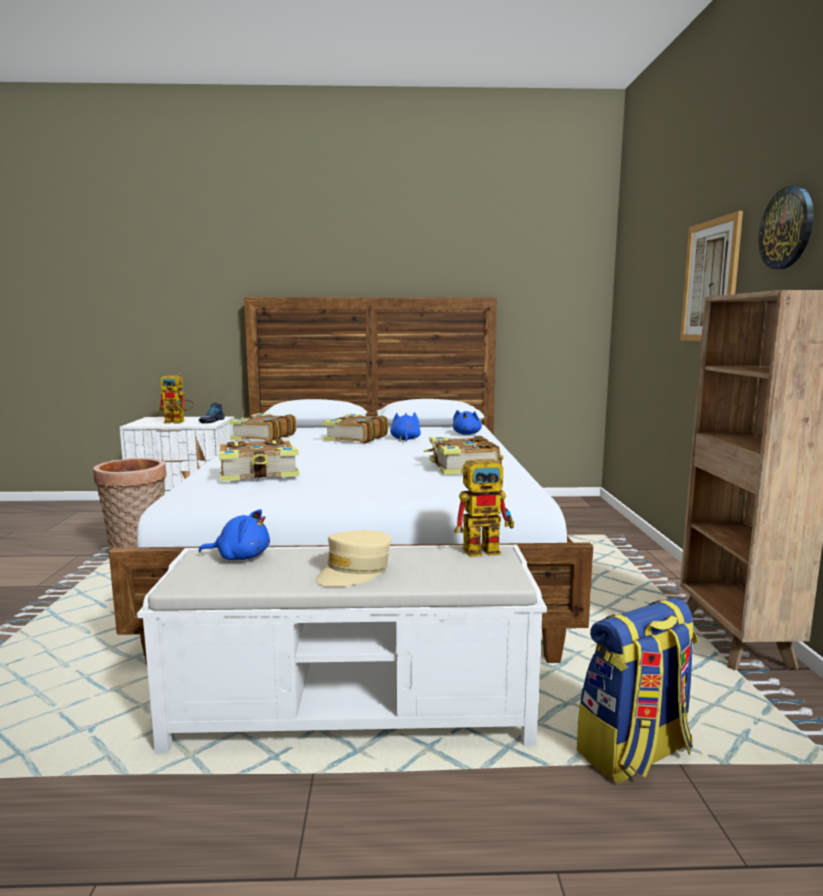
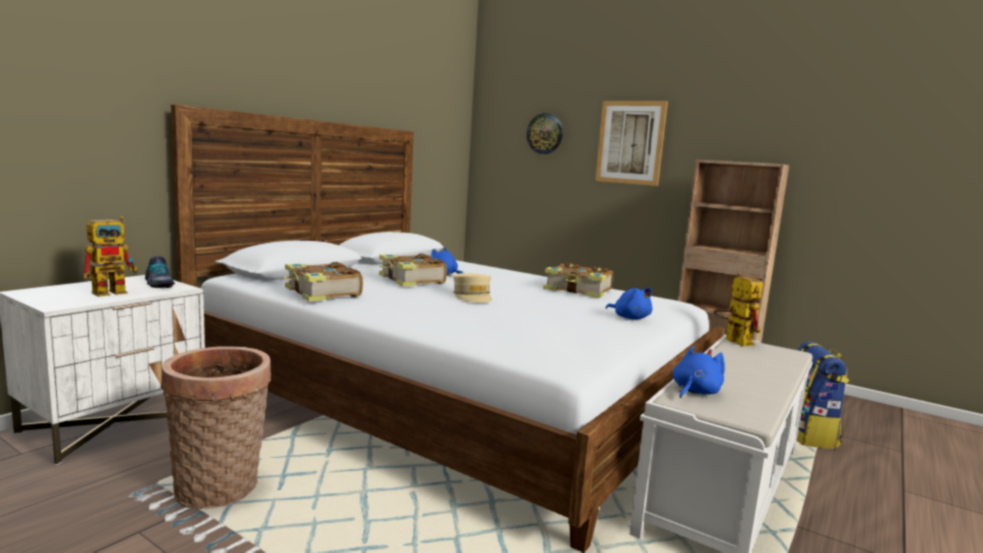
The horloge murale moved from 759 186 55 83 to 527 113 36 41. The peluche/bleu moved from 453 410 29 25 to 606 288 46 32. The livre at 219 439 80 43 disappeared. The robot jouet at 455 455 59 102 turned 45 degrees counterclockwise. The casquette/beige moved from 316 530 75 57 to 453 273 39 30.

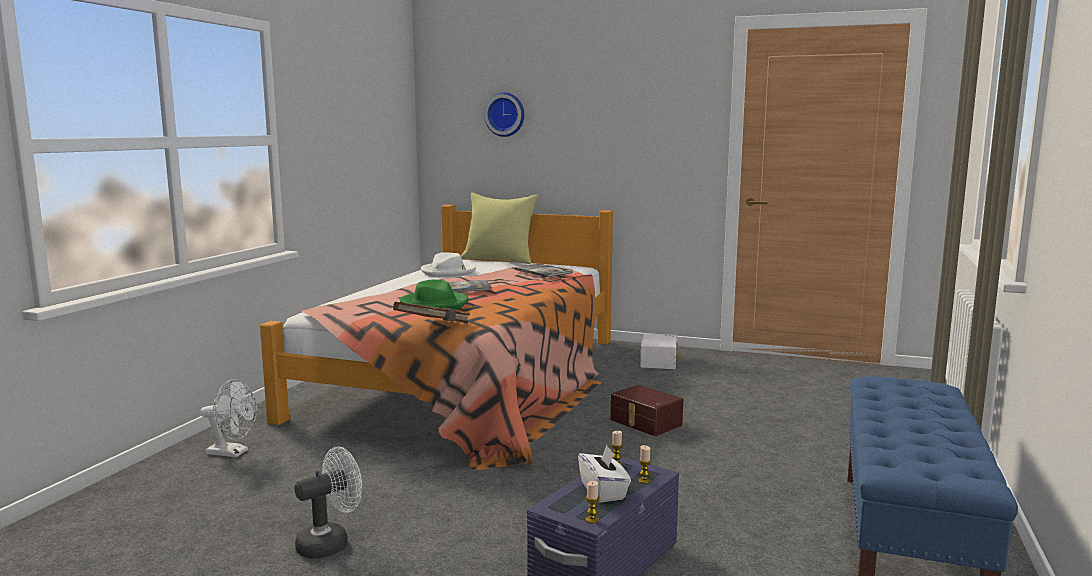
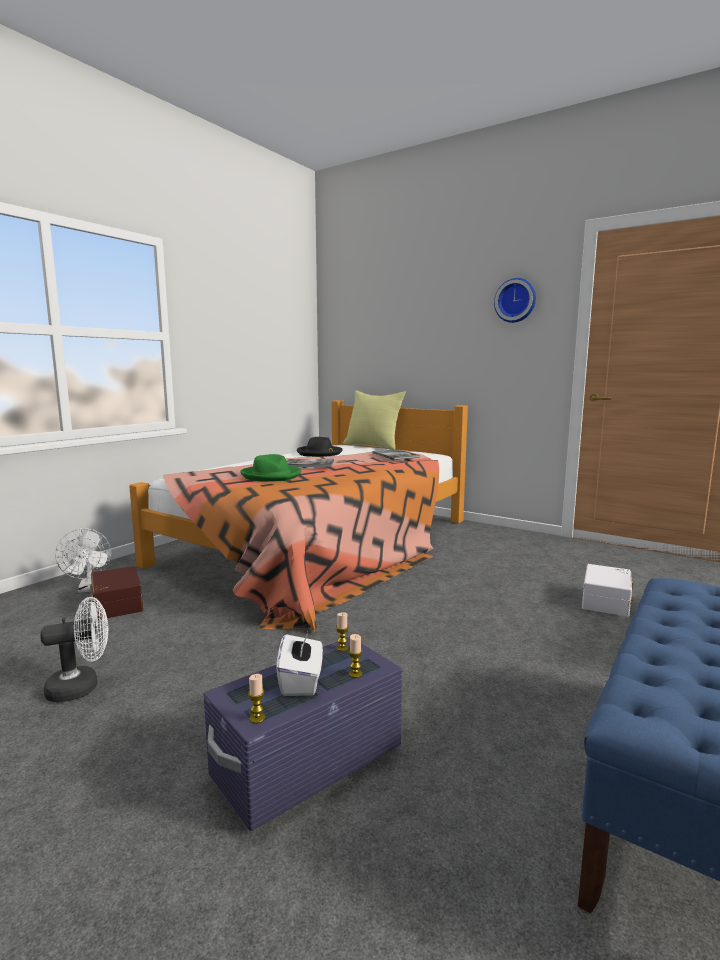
The horloge murale moved from 484 92 40 45 to 494 278 42 45. The chapeau/blanc at 421 252 55 25 became the chapeau/noir at 297 437 46 20. The livre/marron at 393 302 77 22 disappeared. The boîte de rangement/blanc moved from 640 333 39 36 to 582 564 52 53. The ventilateur/blanc at 200 379 57 78 turned 45 degrees clockwise. The boîte de rangement/marron moved from 610 385 73 51 to 89 566 54 54.

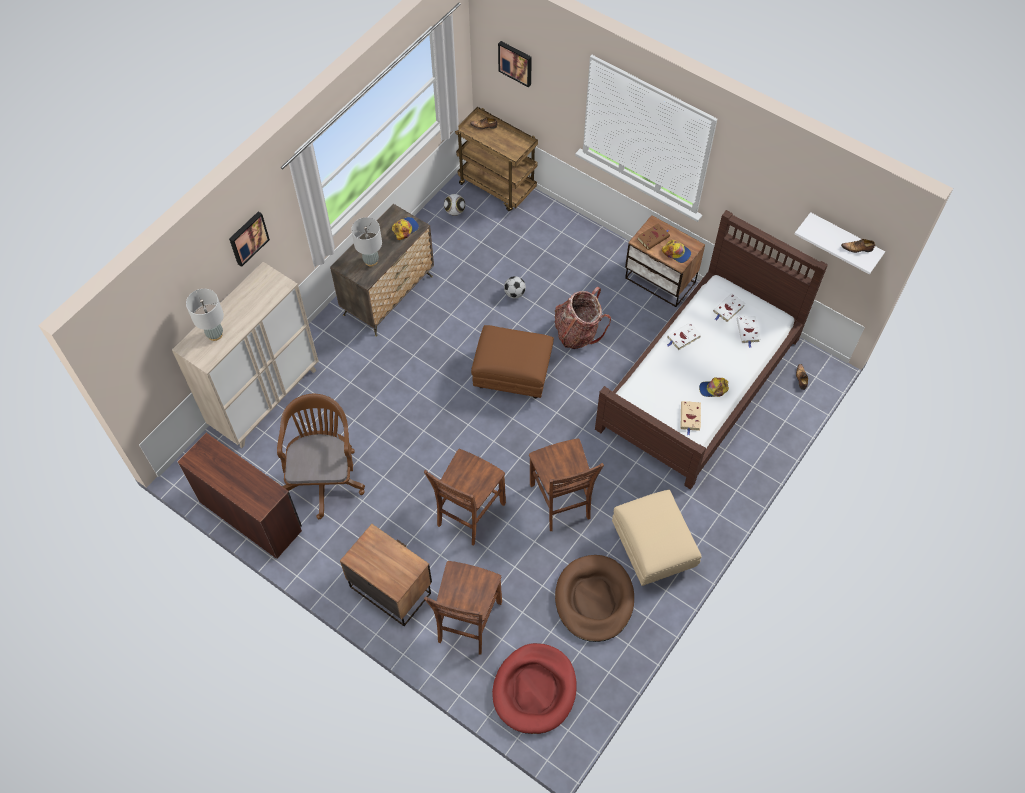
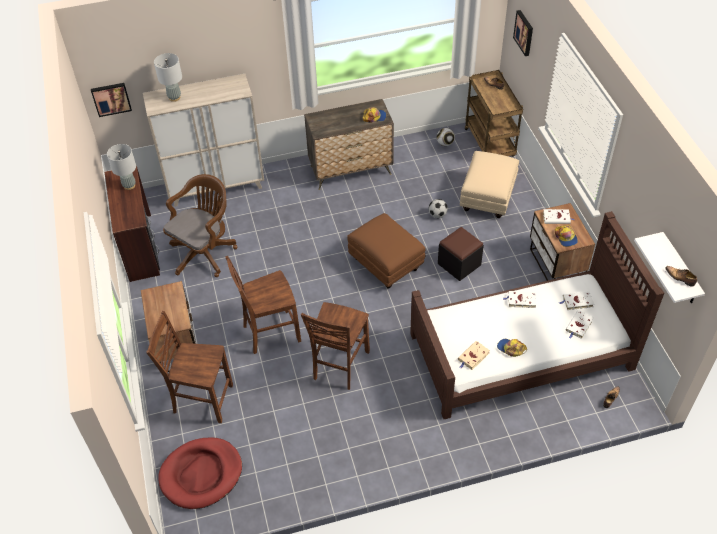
The tableau moved from 229 212 41 55 to 91 83 41 34. The lampe de table/gris moved from 351 217 31 49 to 107 144 29 46. The livre/marron at 637 223 33 27 became the livre/blanc at 543 209 31 15. The sac à dos at 554 287 57 62 was replaced by the pouf/noir at 438 227 46 54. The pouf/beige moved from 612 489 90 97 to 460 151 59 67. The panier pour chien/marron at 555 555 79 87 disappeared. The chaise/marron at 424 561 78 93 turned 45 degrees clockwise.

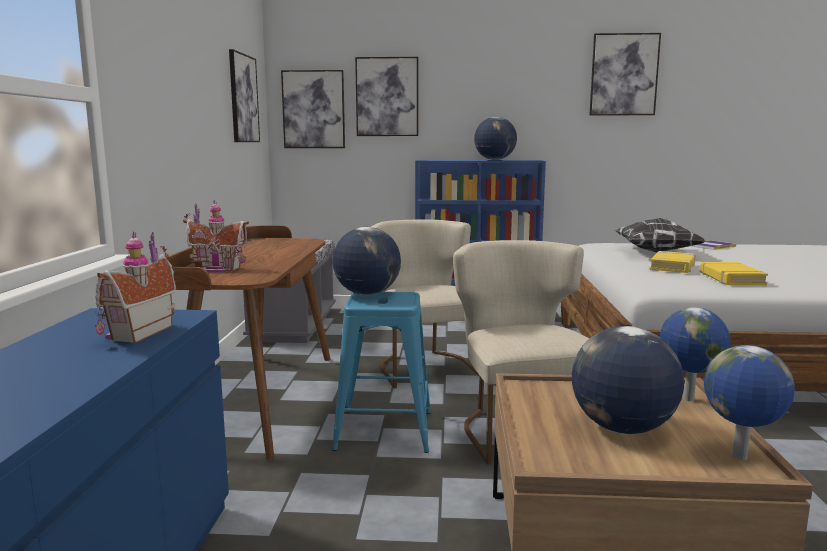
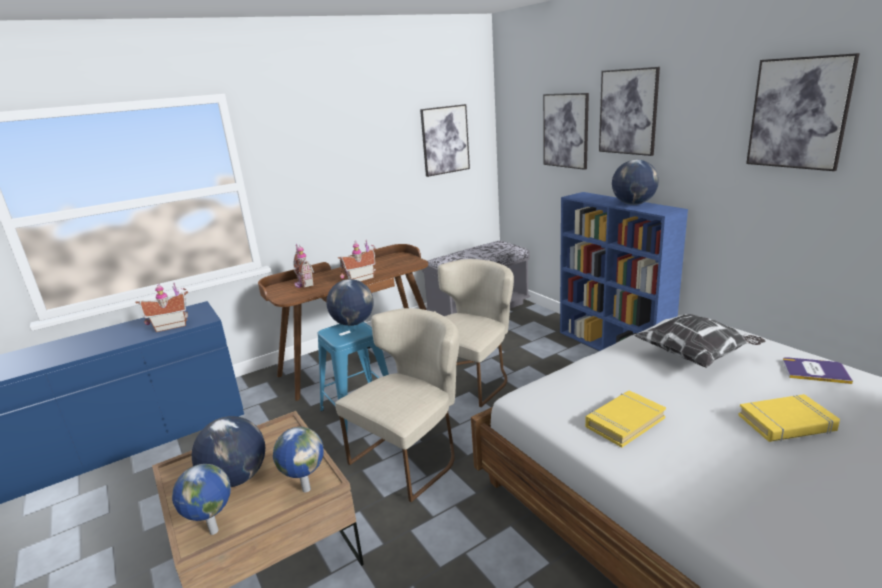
The tableau moved from 281 70 64 78 to 599 67 61 89. The livre/jaune moved from 650 251 45 22 to 738 394 102 48. The maison miniature at 338 240 38 42 appeared.

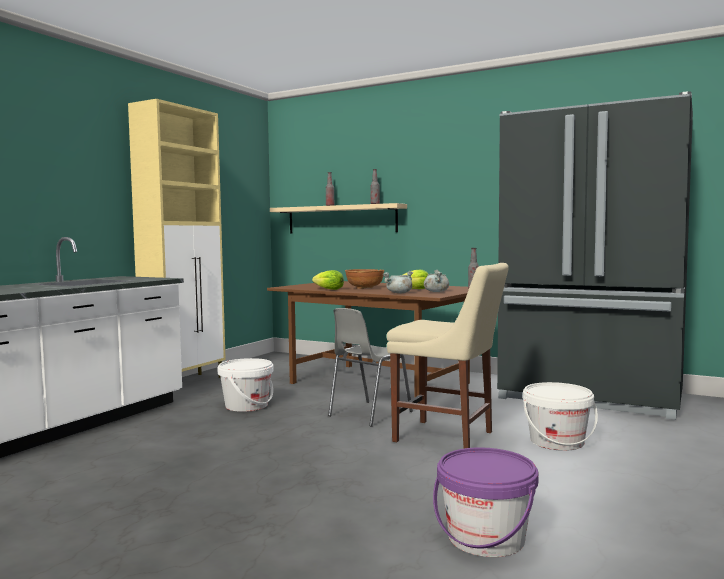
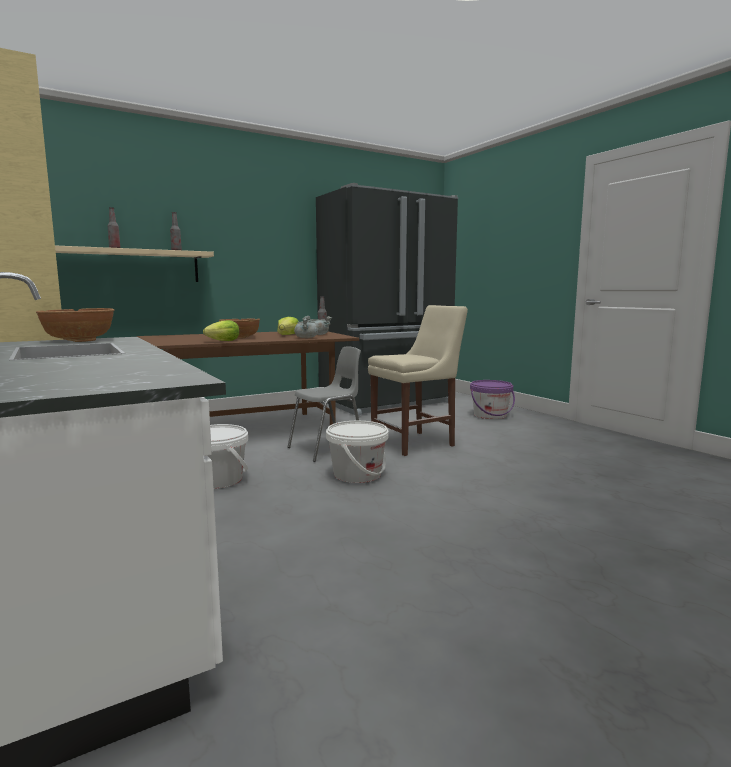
The chaise/gris at 328 308 85 119 turned 105 degrees counterclockwise. The seau/blanc moved from 523 382 75 69 to 326 421 63 62. The seau/violet moved from 433 447 106 110 to 470 380 45 39. The bol/marron at 36 308 78 34 appeared.

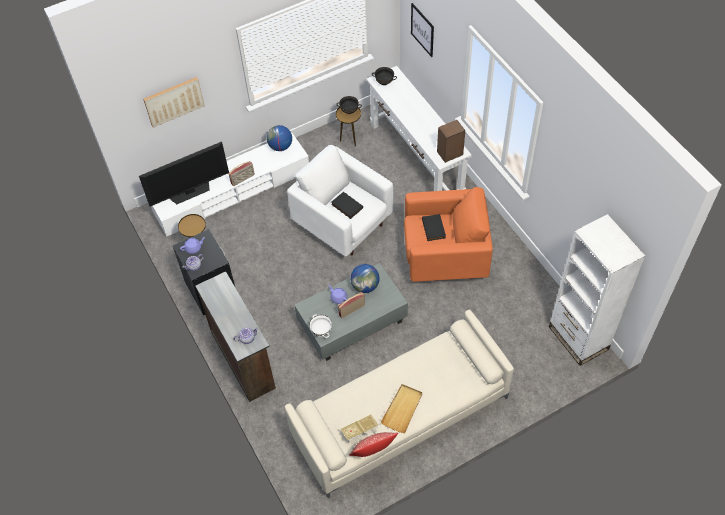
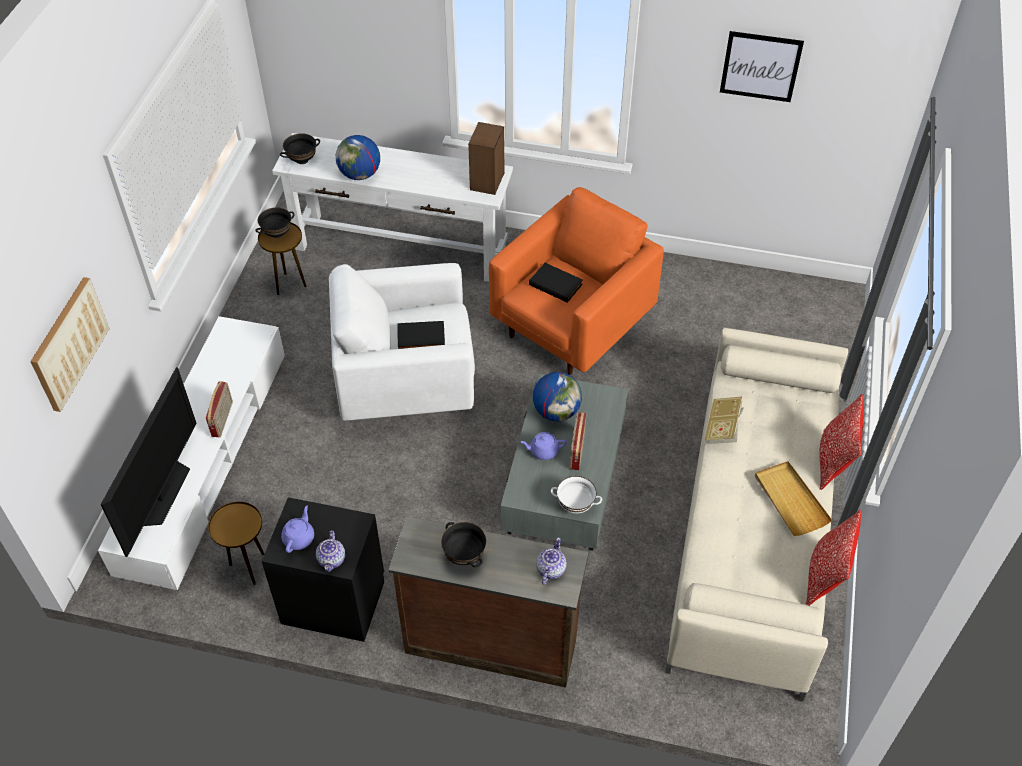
The tableau moved from 411 3 23 54 to 720 31 84 71. The globe moved from 266 125 26 26 to 336 135 44 45. The bibliothèque/blanc at 549 214 96 152 disappeared. The livre moved from 341 415 37 29 to 705 396 39 48. The coussin at 819 394 45 96 appeared. The bol/noir at 441 522 45 45 appeared.

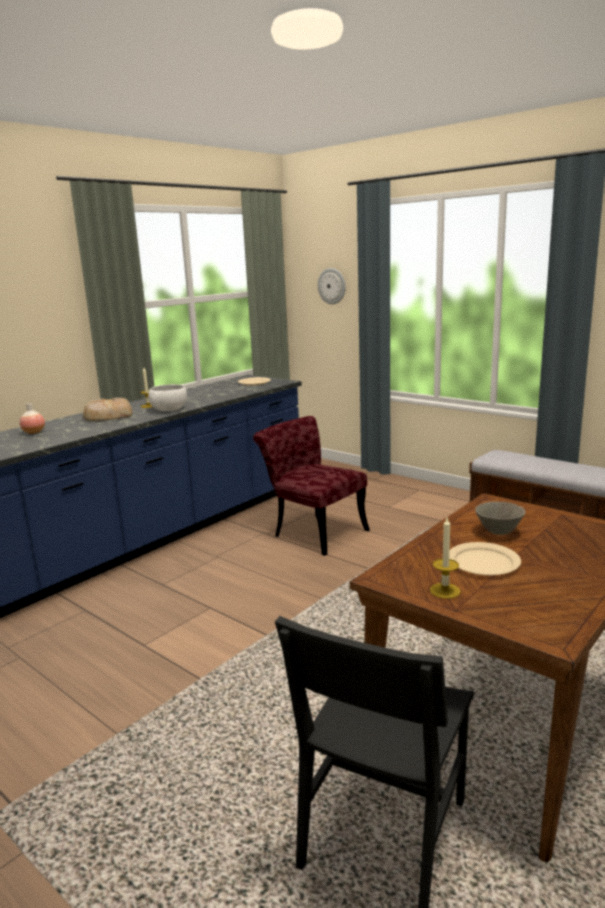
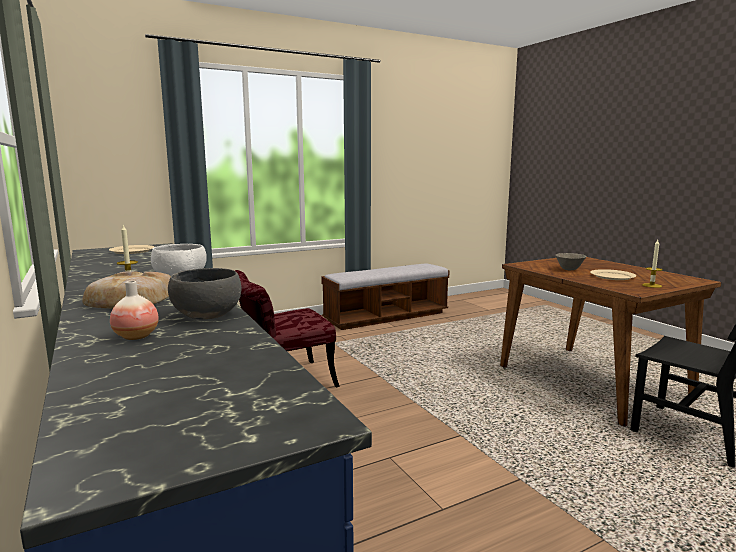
The horloge murale at 318 268 28 36 disappeared. The bol/gris at 168 268 73 52 appeared.

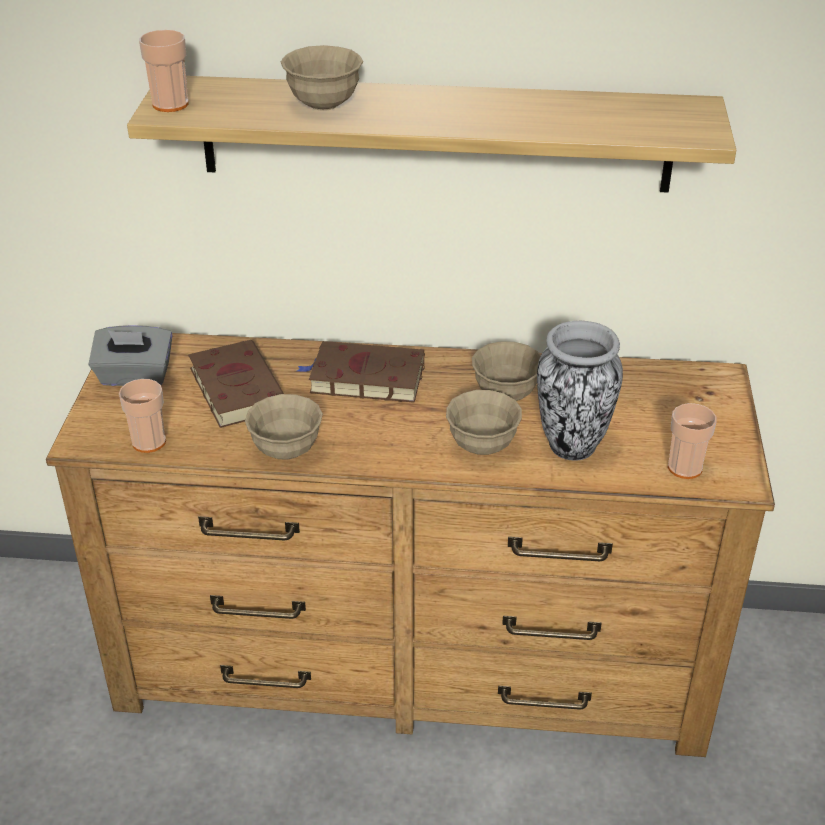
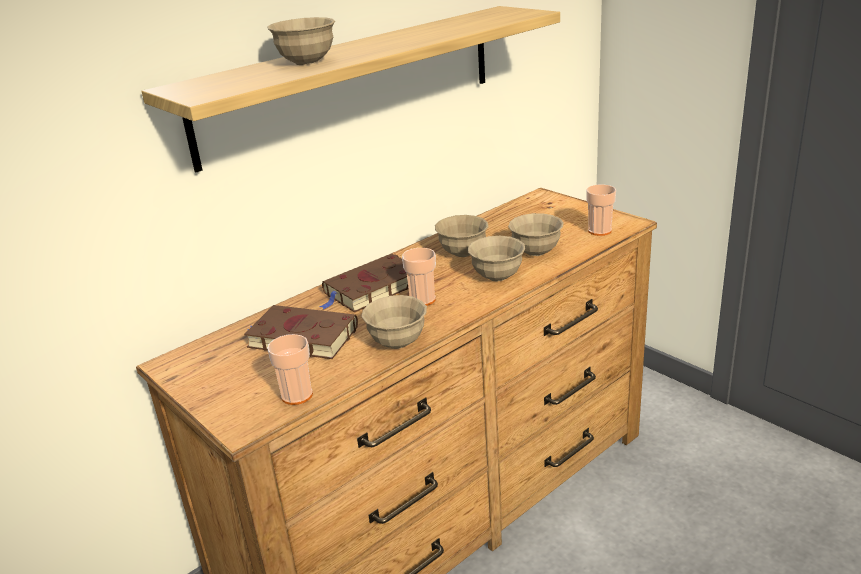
The tasse moved from 139 30 49 82 to 402 248 34 58. The vase at 537 321 86 140 was replaced by the bol/beige at 508 213 56 43. The boîte à mouchoirs/gris at 89 325 84 61 disappeared.

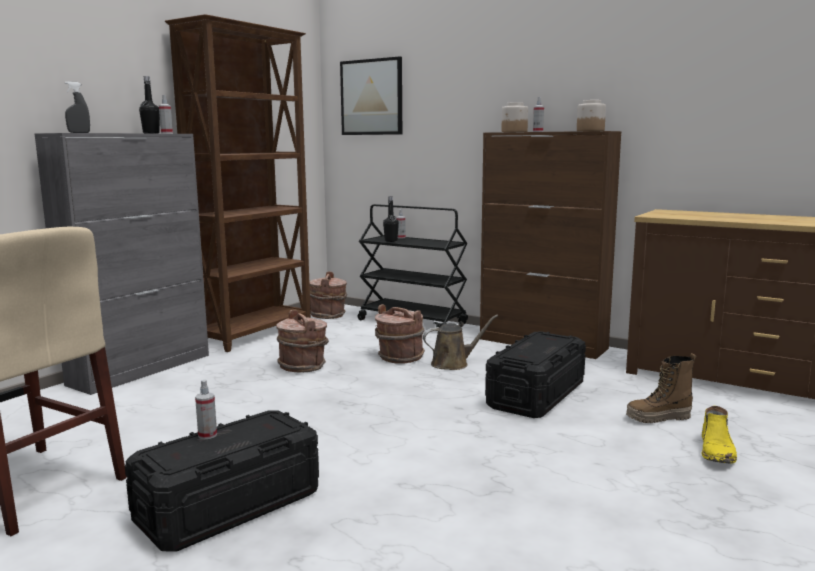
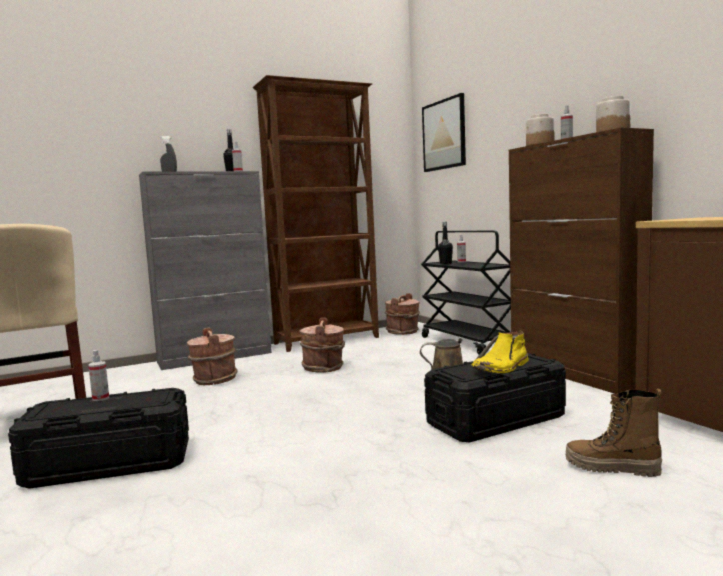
The seau/marron moved from 375 304 50 60 to 187 327 51 58. The botte/jaune moved from 701 406 36 57 to 471 331 58 43.

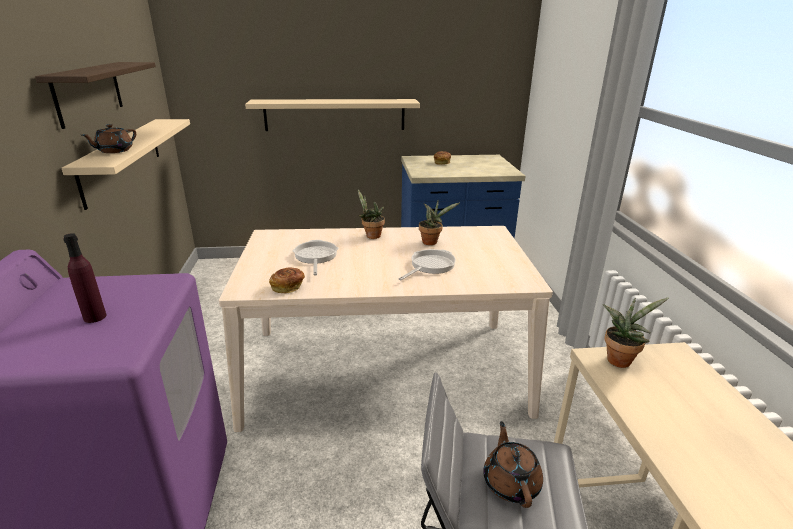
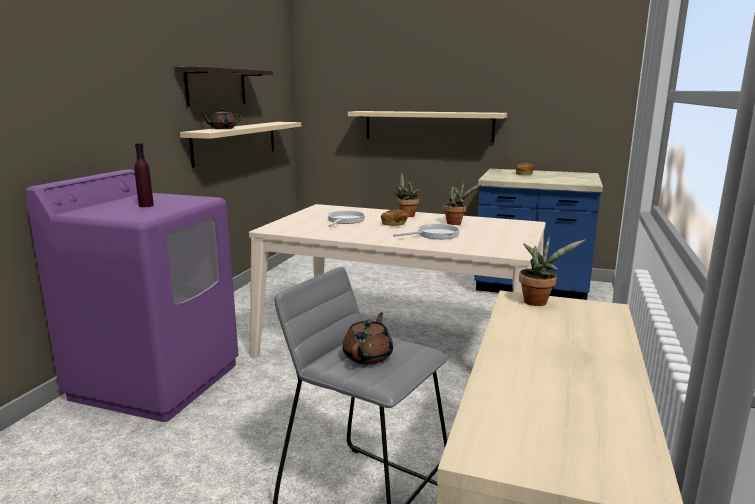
The pain moved from 269 267 36 26 to 381 209 28 17.

